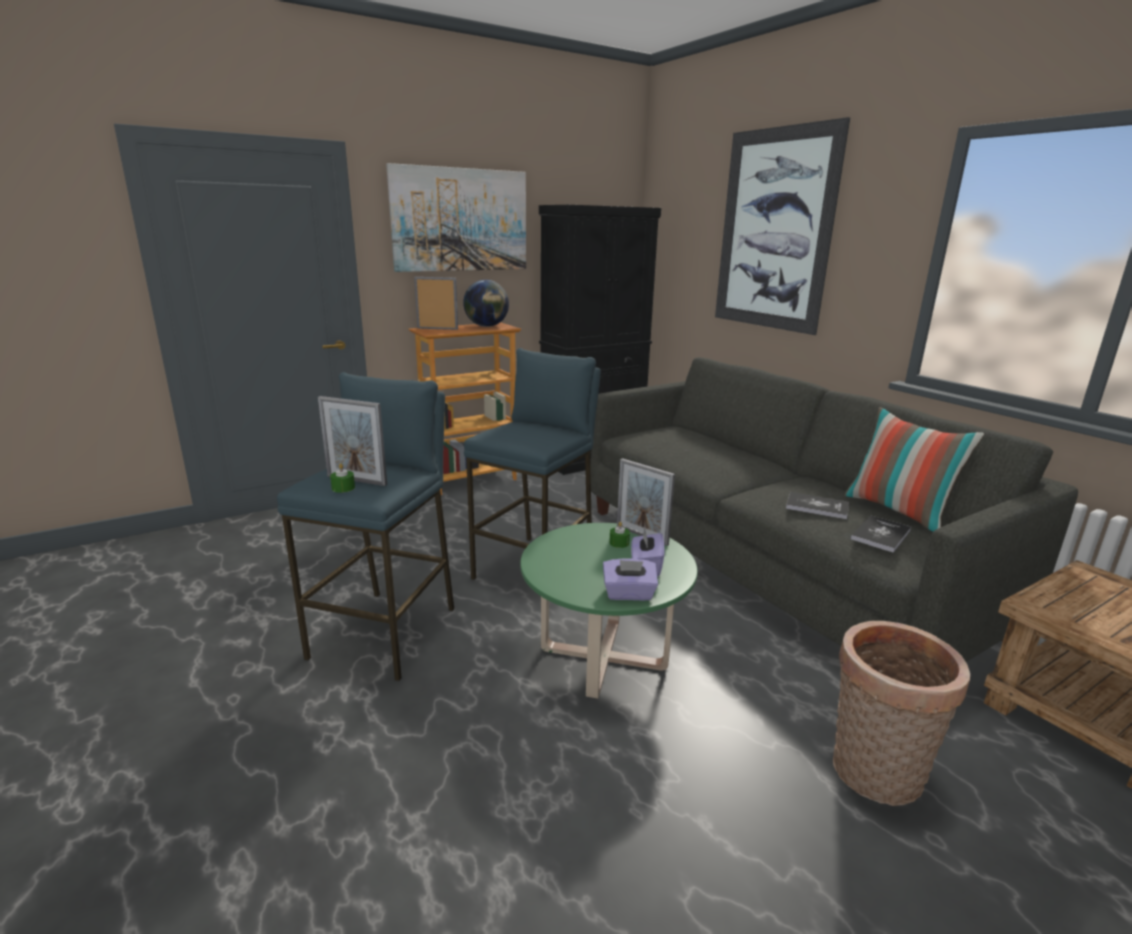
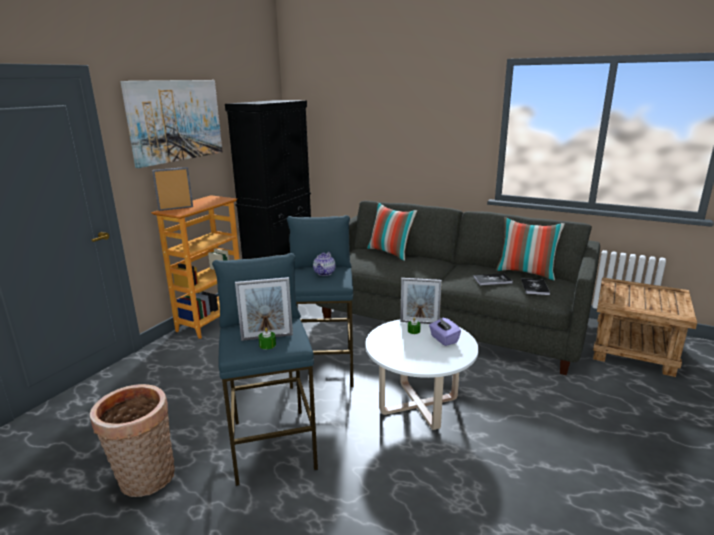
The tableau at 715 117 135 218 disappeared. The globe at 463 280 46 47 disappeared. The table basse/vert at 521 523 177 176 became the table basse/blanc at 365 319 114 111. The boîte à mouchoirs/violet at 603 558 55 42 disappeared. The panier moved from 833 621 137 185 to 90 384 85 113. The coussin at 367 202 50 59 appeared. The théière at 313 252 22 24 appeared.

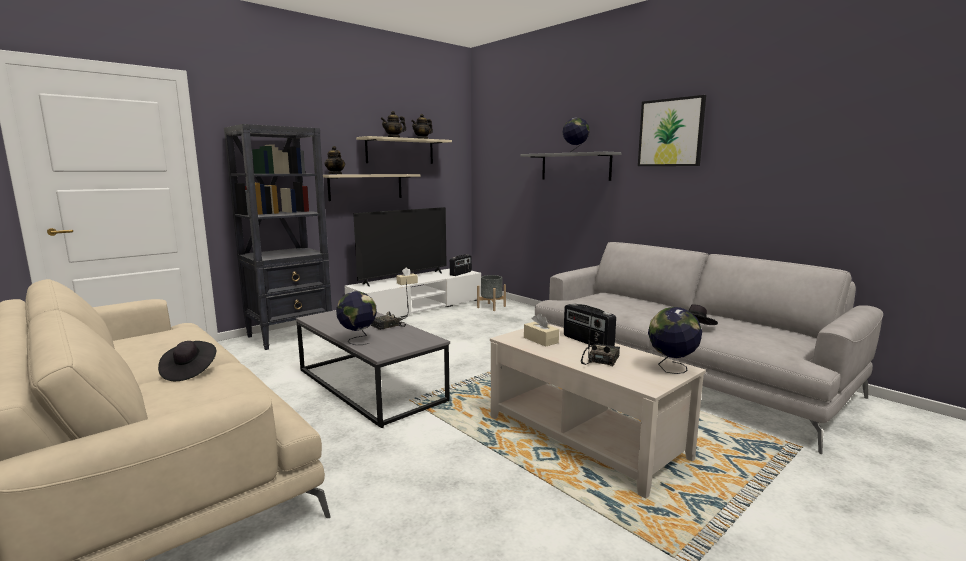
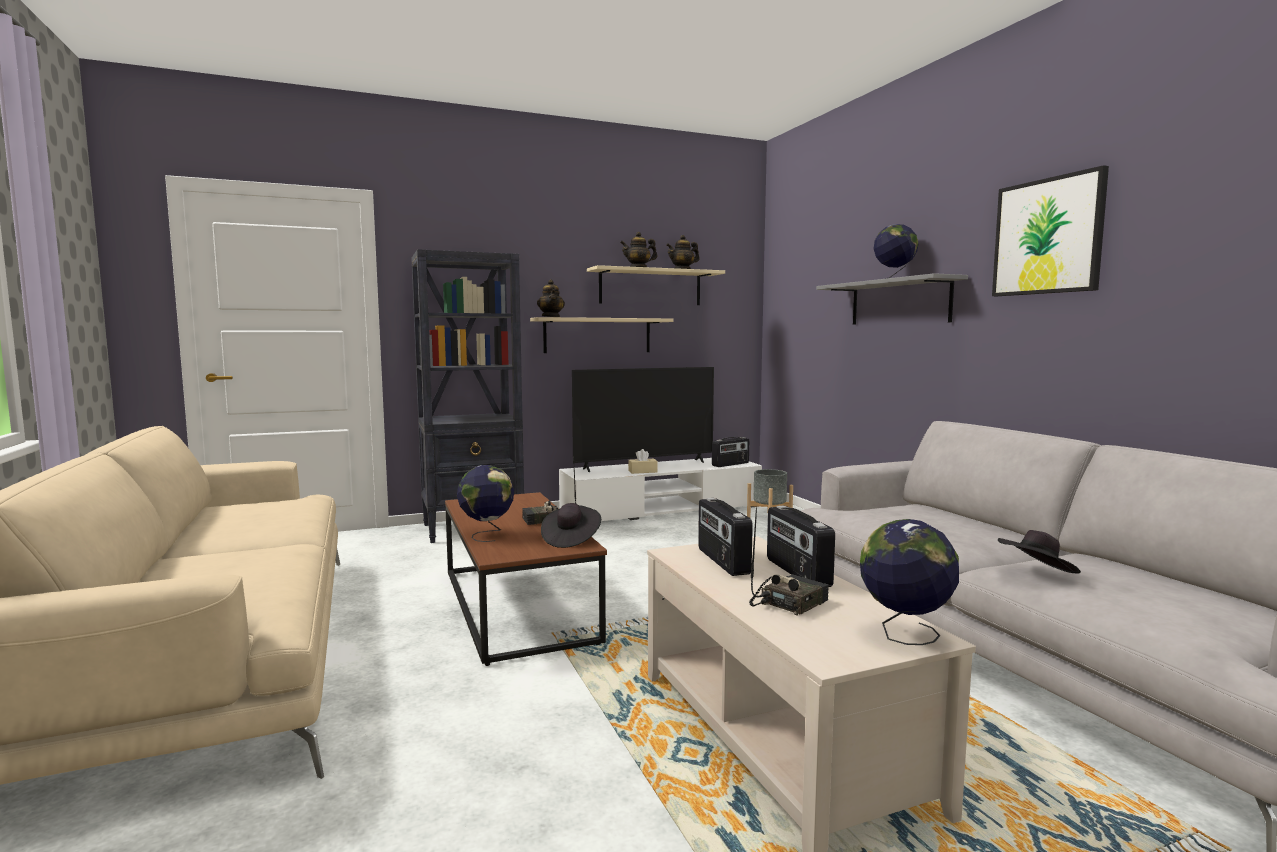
The table basse/gris at 296 310 154 118 became the table basse/marron at 445 492 162 174. The boîte à mouchoirs/beige at 524 313 35 33 was replaced by the radio at 698 498 55 78. The chapeau/noir moved from 158 341 58 40 to 541 503 60 45.

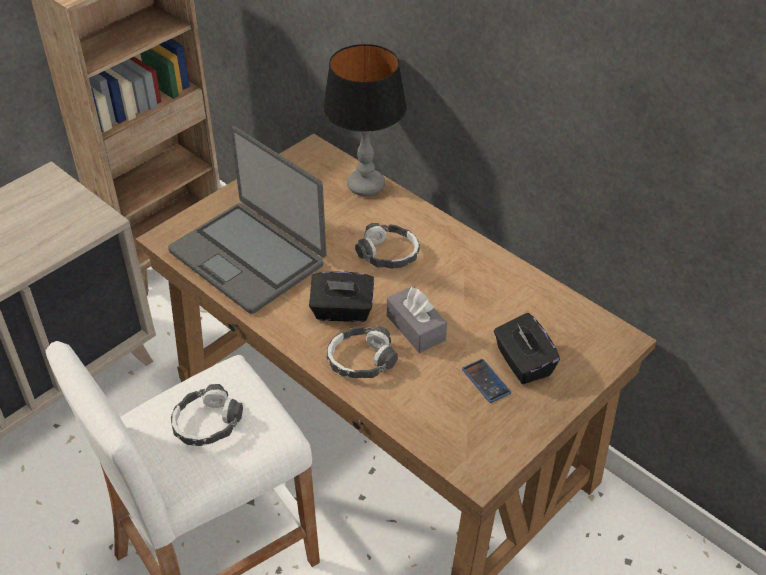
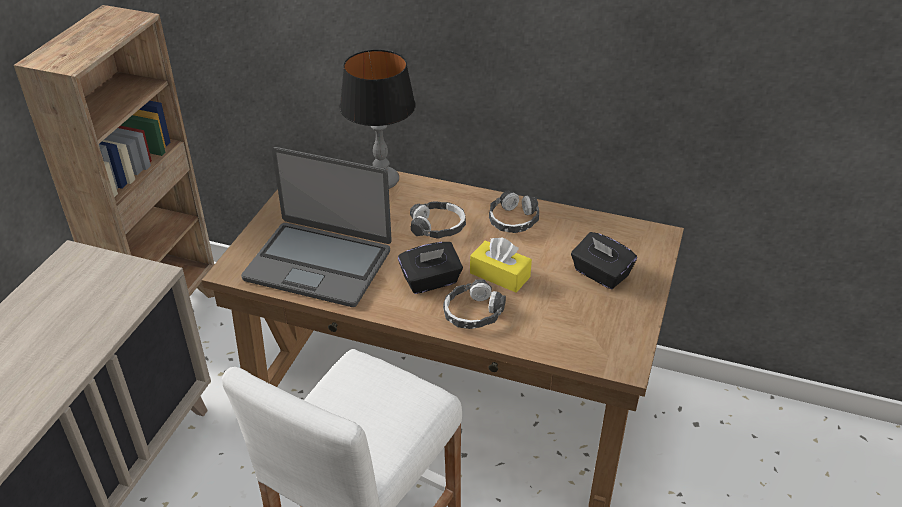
The boîte à mouchoirs/gris at 387 286 60 67 became the boîte à mouchoirs/jaune at 470 237 62 56. The téléphone at 462 359 49 44 disappeared. The casque audio moved from 171 384 72 62 to 489 191 50 42.

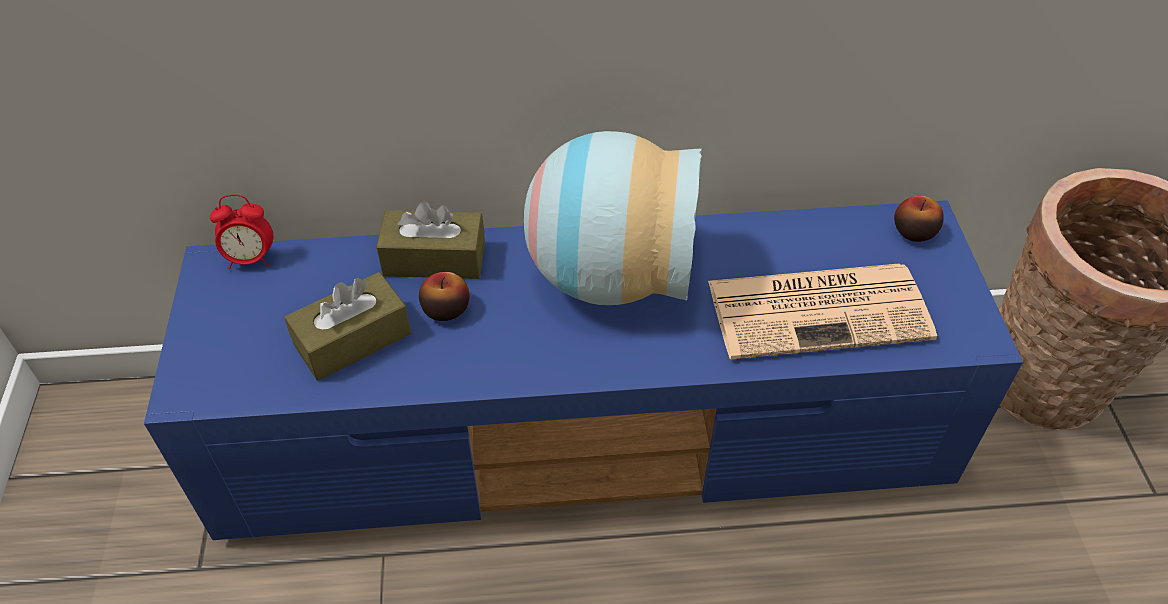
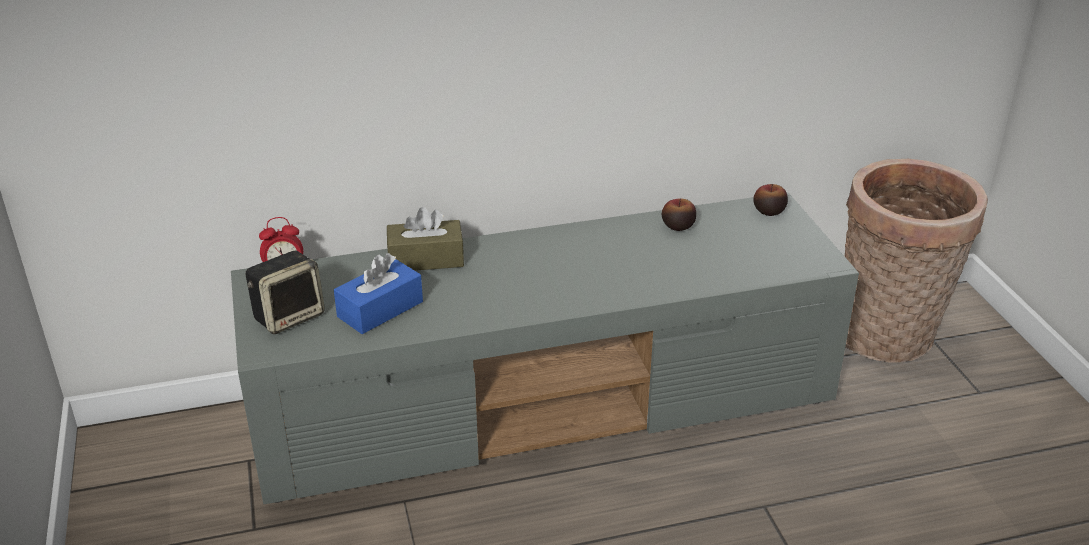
The vase at 524 131 178 174 disappeared. The meuble télé/bleu at 144 200 879 340 became the meuble télé/gris at 231 192 628 312. The journal at 708 264 229 95 disappeared. The boîte à mouchoirs/marron at 284 272 127 109 became the boîte à mouchoirs/bleu at 334 253 89 81. The pomme moved from 419 272 51 49 to 662 198 34 33. The enceinte at 246 251 79 83 appeared.

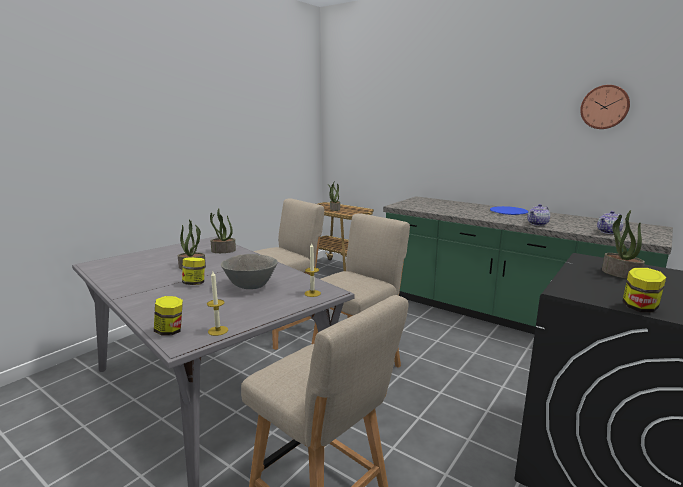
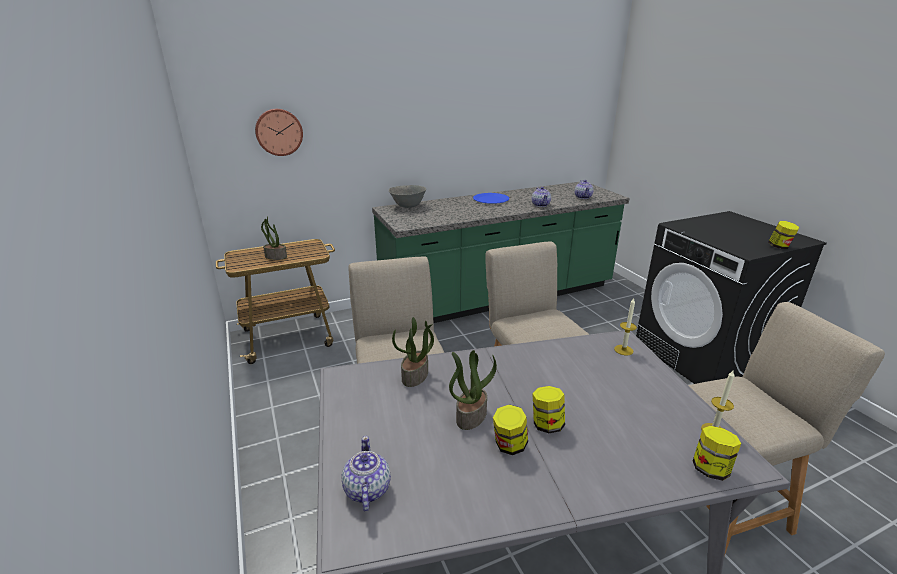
The horloge murale moved from 580 85 50 44 to 255 109 48 47. The plante en pot at 602 210 43 69 disappeared. The bol/gris moved from 221 254 57 35 to 389 185 37 23. The bocal at 493 404 35 51 appeared. The théière at 341 436 50 76 appeared.

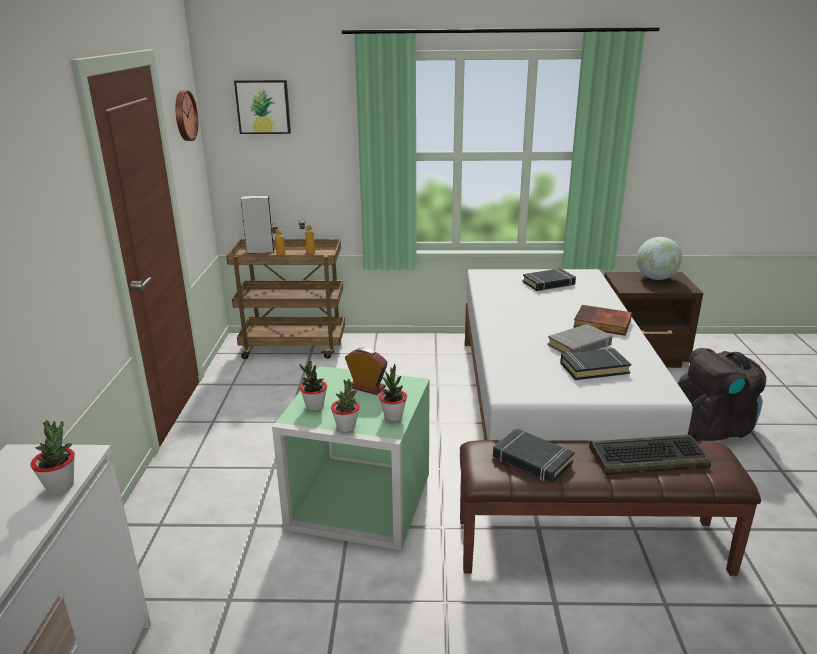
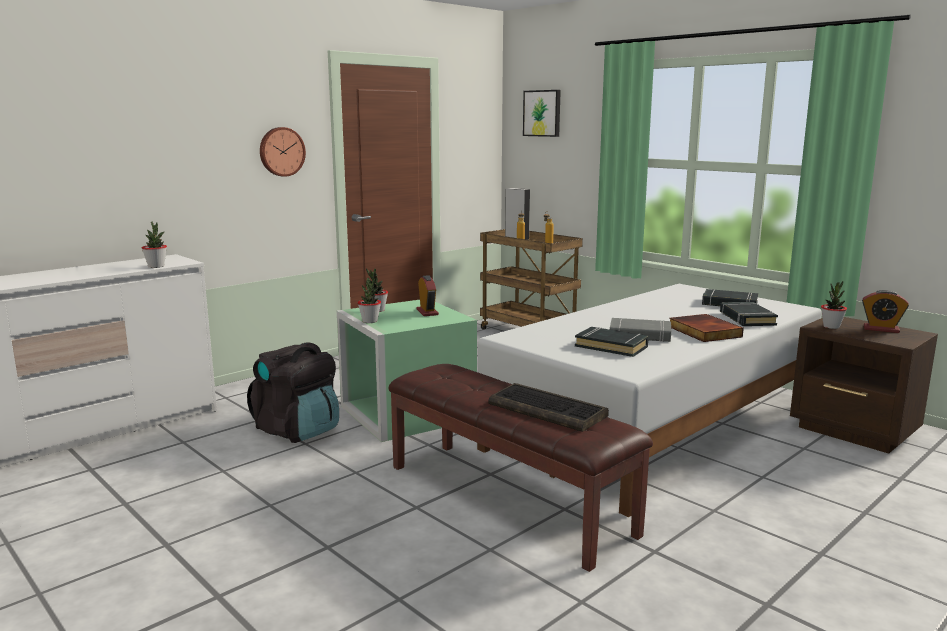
The horloge murale moved from 175 90 23 51 to 260 127 46 50. The globe at 636 237 46 43 was replaced by the réveil at 862 290 47 43. The sac à dos/noir moved from 677 348 89 93 to 247 342 92 101. The plante en pot moved from 379 363 28 58 to 821 281 26 48. The livre/noir moved from 493 428 81 55 to 720 302 58 24.

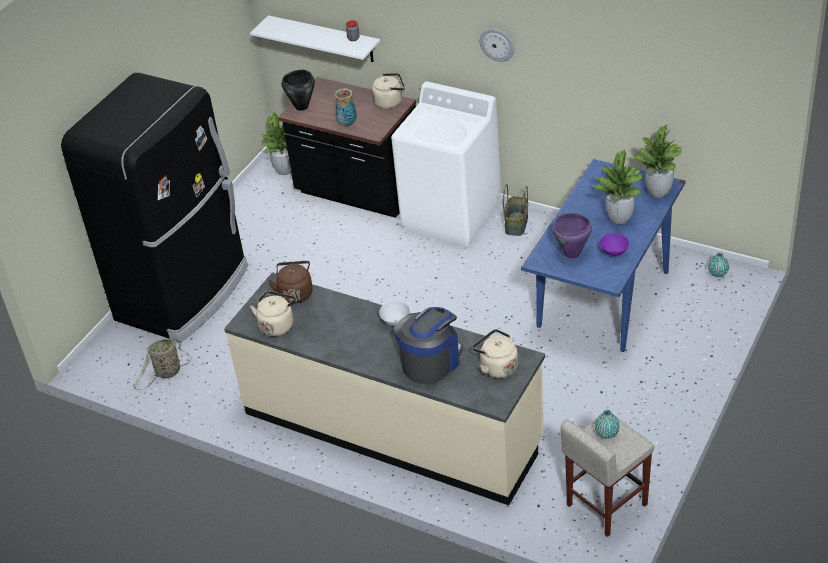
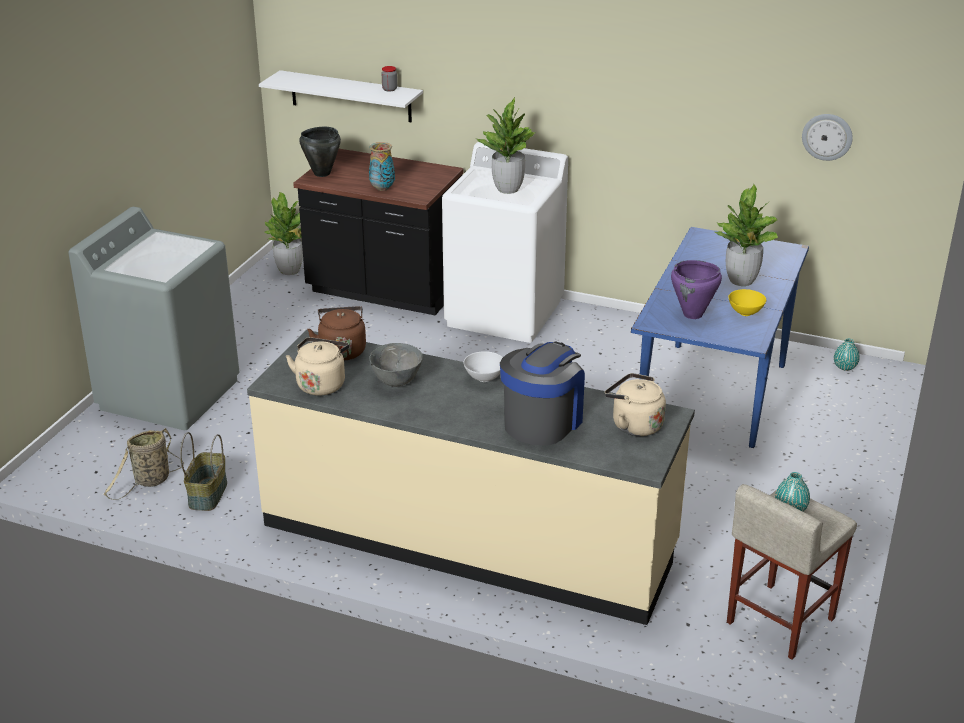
The horloge murale moved from 479 28 35 34 to 802 114 51 47. The réfrigérateur/noir at 61 73 187 269 was replaced by the lave-linge/gris at 68 207 171 223. The bouilloire/beige at 372 73 33 36 disappeared. The plante en pot moved from 632 125 51 73 to 477 97 58 97. The panier moved from 503 184 25 52 to 180 432 47 79. The bol/violet at 600 233 29 23 became the bol/jaune at 728 289 38 27. The bol/gris at 369 343 54 44 appeared.

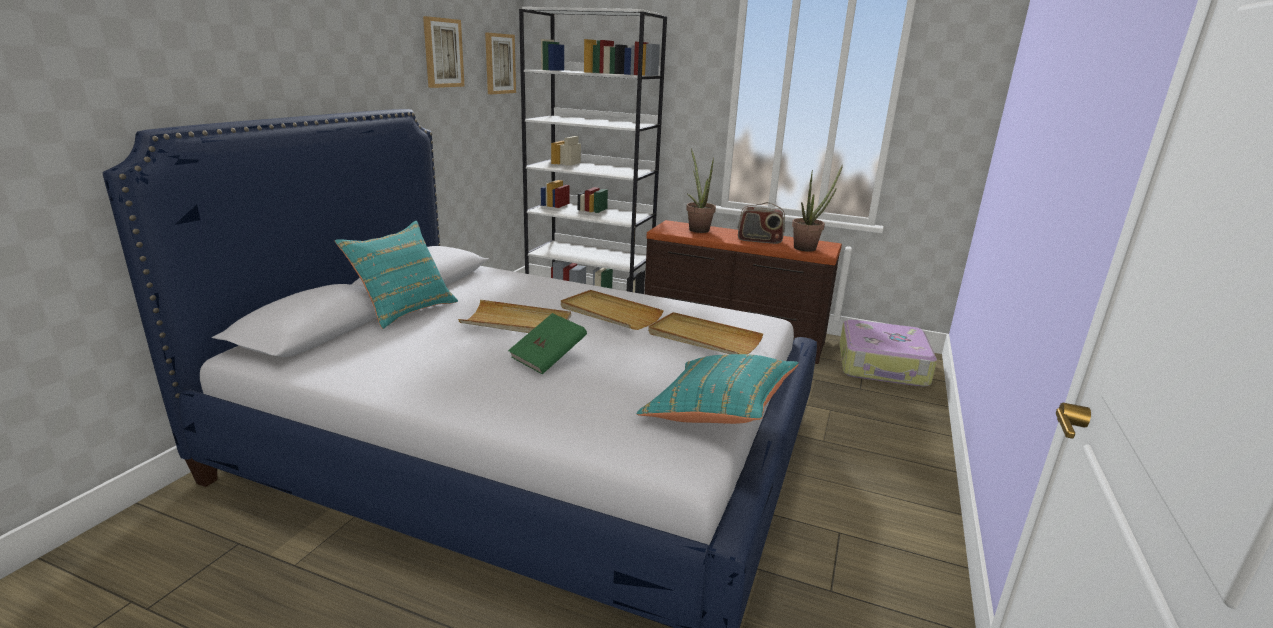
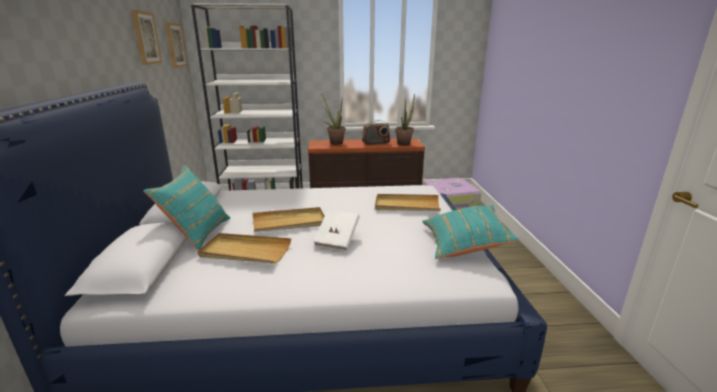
The plateau/beige moved from 561 290 103 40 to 197 233 94 30. The livre/vert at 508 313 79 61 became the livre/blanc at 313 210 47 41.

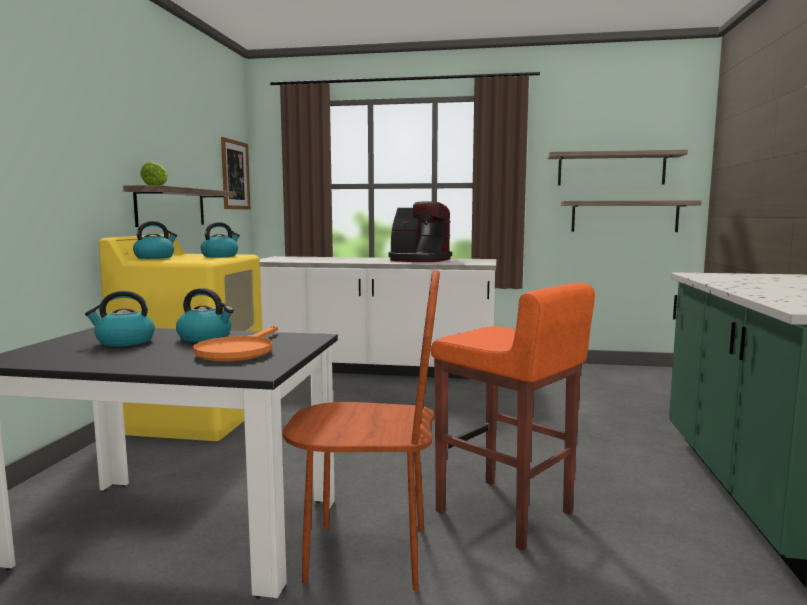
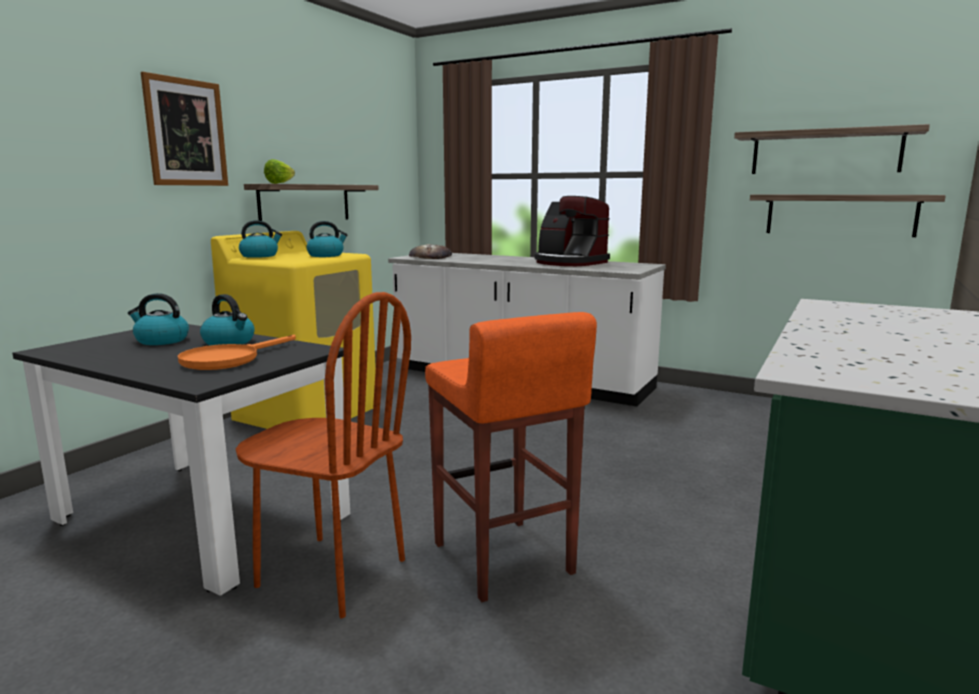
The tableau moved from 221 137 30 72 to 141 72 87 114. The pain at 409 244 43 15 appeared.

